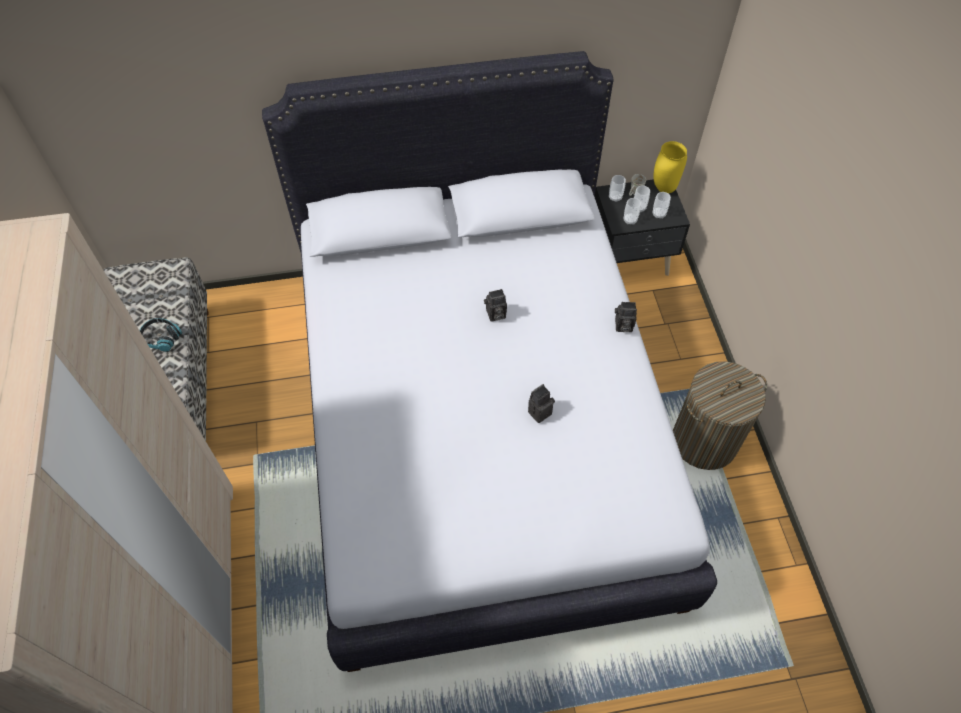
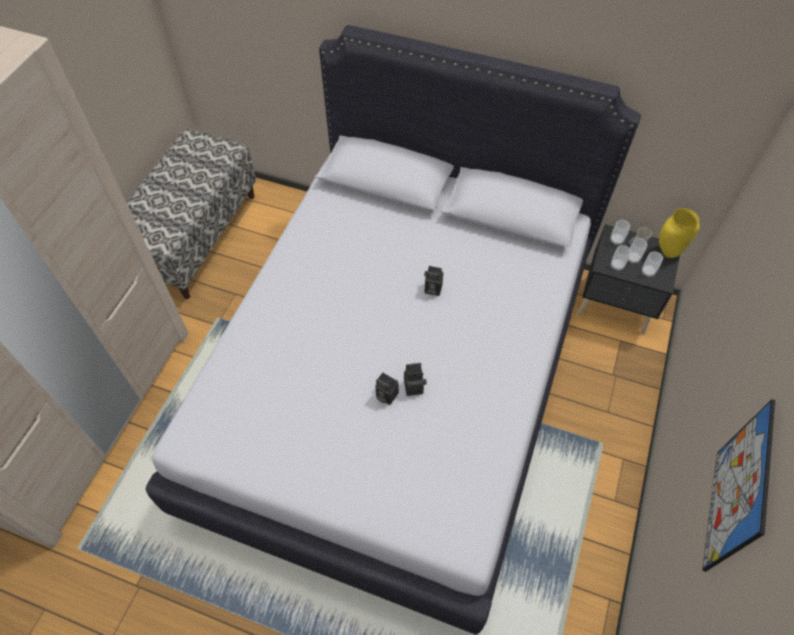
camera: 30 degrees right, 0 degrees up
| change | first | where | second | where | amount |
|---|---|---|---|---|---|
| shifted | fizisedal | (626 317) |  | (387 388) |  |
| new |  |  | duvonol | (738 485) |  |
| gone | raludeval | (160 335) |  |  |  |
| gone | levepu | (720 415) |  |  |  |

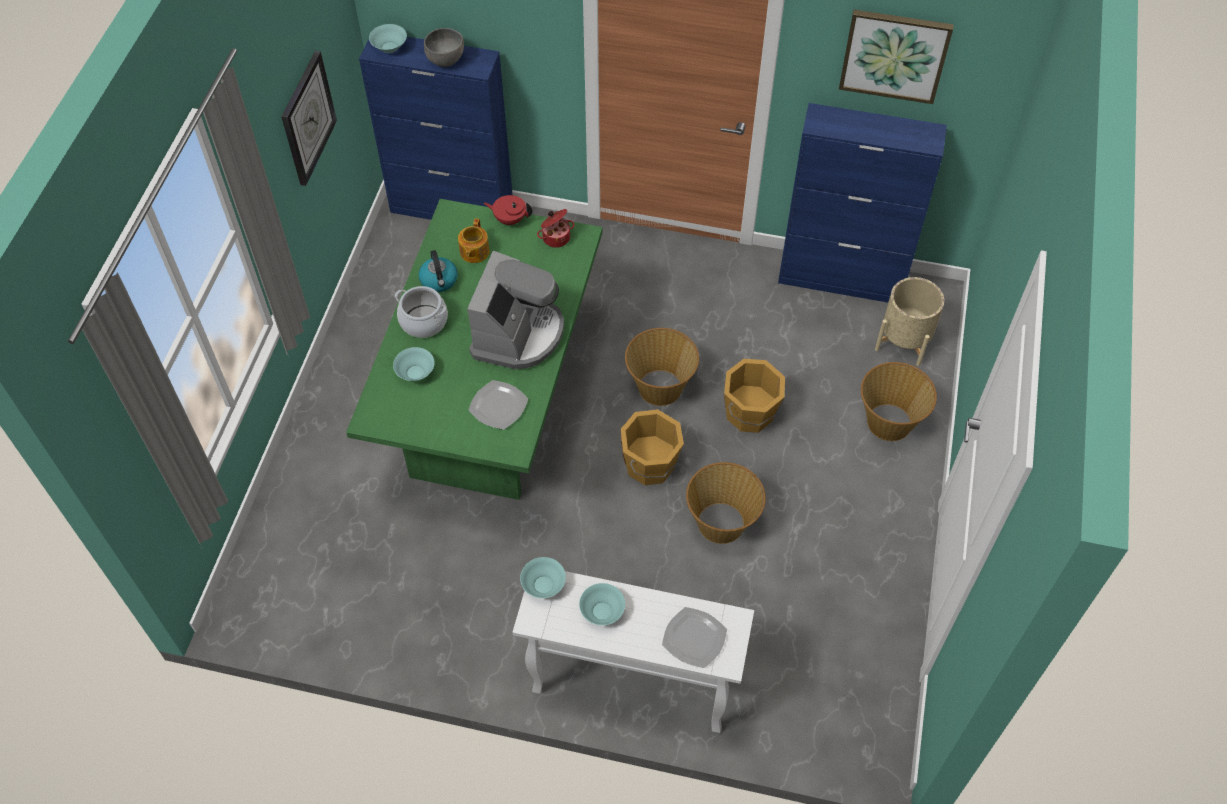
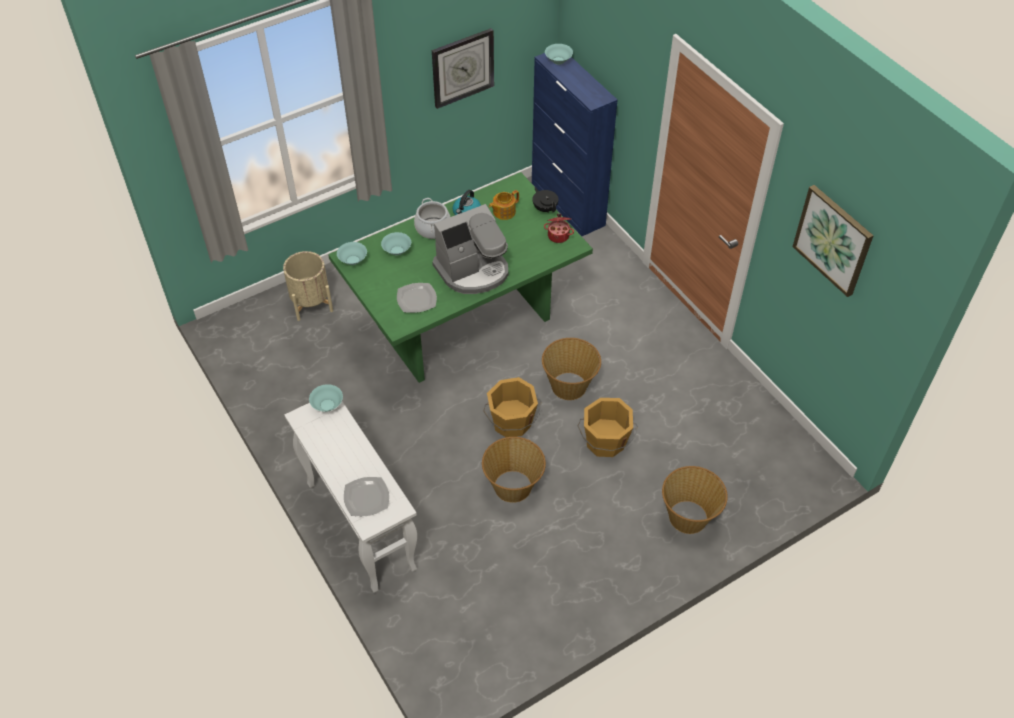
camera: 45 degrees right, 5 degrees down
| change | first | where | second | where | amount |
|---|---|---|---|---|---|
| shifted | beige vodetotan | (909 321) |  | (308 286) |  |
| shifted | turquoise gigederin | (602 604) |  | (352 253) |  |
| repainted | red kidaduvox | (508 210) | black kidaduvox | (545 200) |  |
| gone | grey gigederin | (444 47) |  |  |  |
| gone | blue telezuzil | (862 203) |  |  |  |

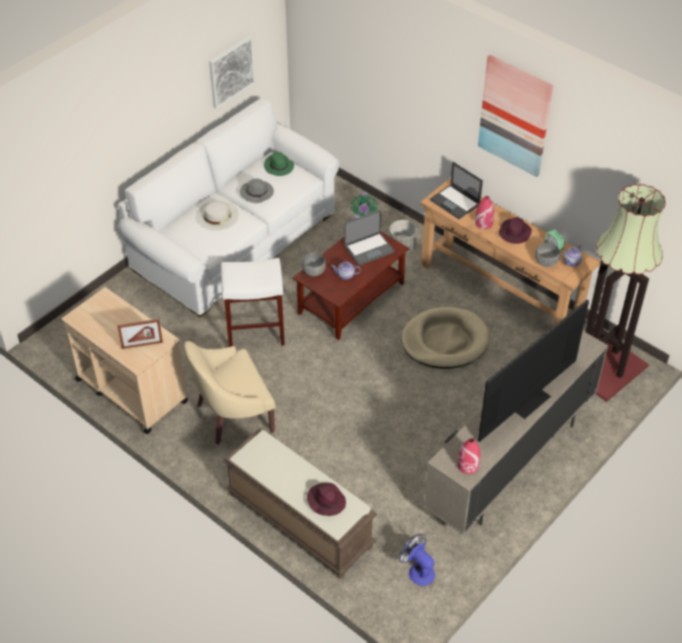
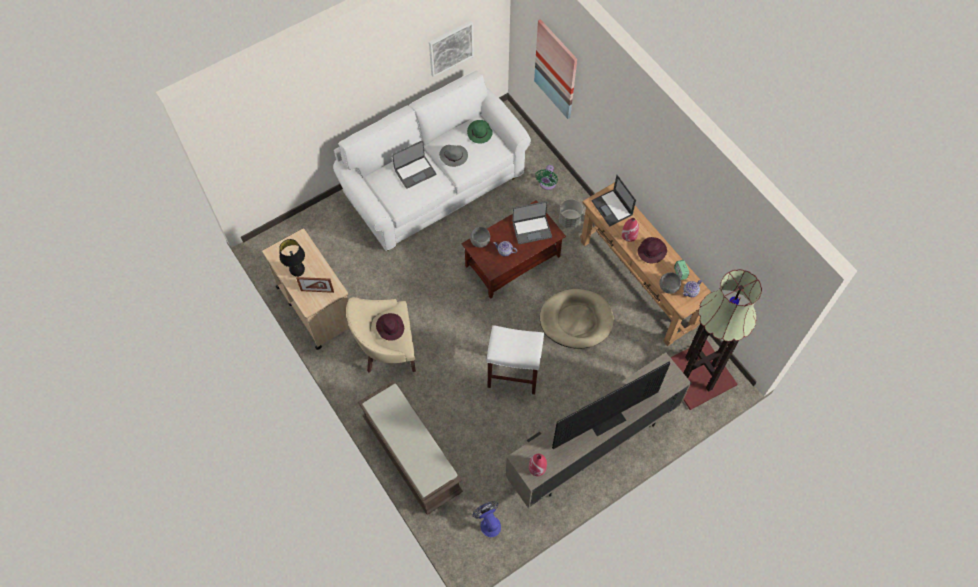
camera: 15 degrees right, 15 degrees up
| change | first | where | second | where | amount |
|---|---|---|---|---|---|
| new |  |  | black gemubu | (292 258) |  |
| shifted | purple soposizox | (326 499) |  | (390 327) |  |
| swapped | white soposizox | (217 215) | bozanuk | (414 164) |  |
| shifted | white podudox | (253 302) |  | (515 360) |  |
| shifted | duvonol | (515 116) |  | (555 69) |  |

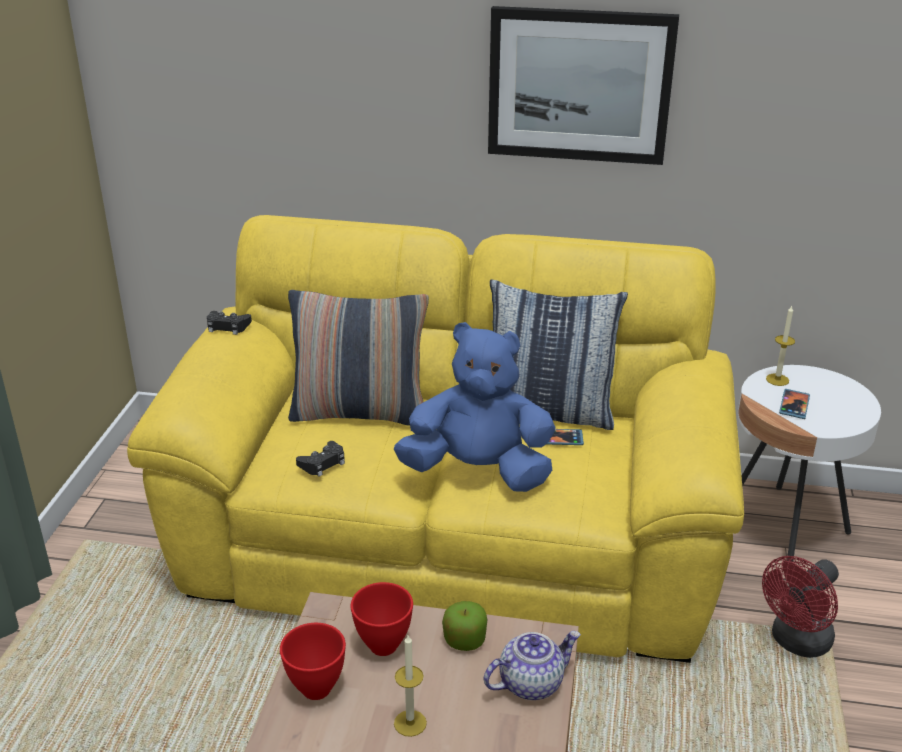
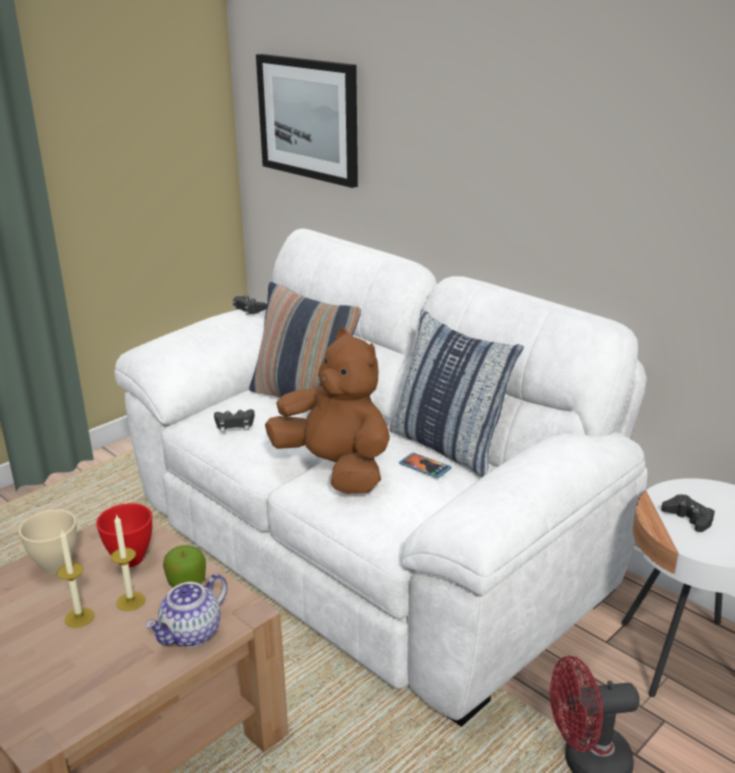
camera: 35 degrees right, 5 degrees down
| change | first | where | second | where | amount |
|---|---|---|---|---|---|
| repainted | red gigederin | (313 661) | beige gigederin | (48 541) |  |
| shifted | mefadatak | (780 346) |  | (128 562) |  |
| repainted | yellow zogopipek | (435 439) | white zogopipek | (381 478) |  |
| rotated | kidaduvox | (532 665) |  | (186 610) | 120 degrees clockwise |
| shifted | duvonol | (583 85) |  | (307 121) |  |
| repainted | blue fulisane | (474 407) | brown fulisane | (327 411) |  |
| swapped | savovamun | (794 404) | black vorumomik | (688 513) |  |

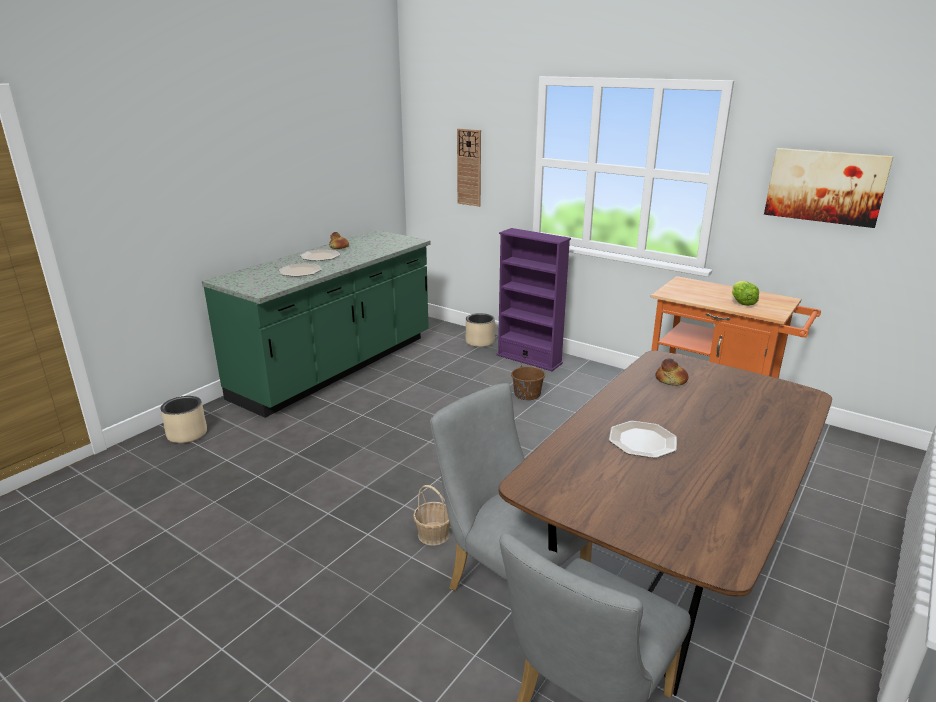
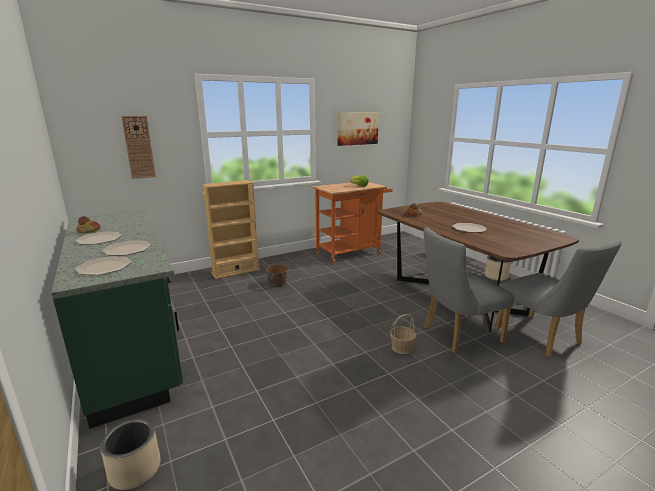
camera: 65 degrees left, 5 degrees down
| change | first | where | second | where | amount |
|---|---|---|---|---|---|
| new |  |  | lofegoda | (103 265) |  |
| repainted | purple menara | (533 299) | beige menara | (231 229) |  |
| shifted | beige vodetotan | (480 330) |  | (498 268) |  |

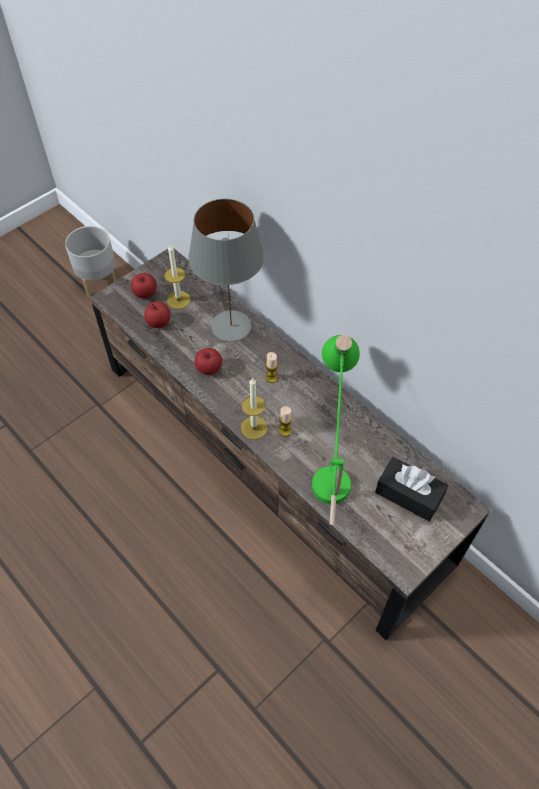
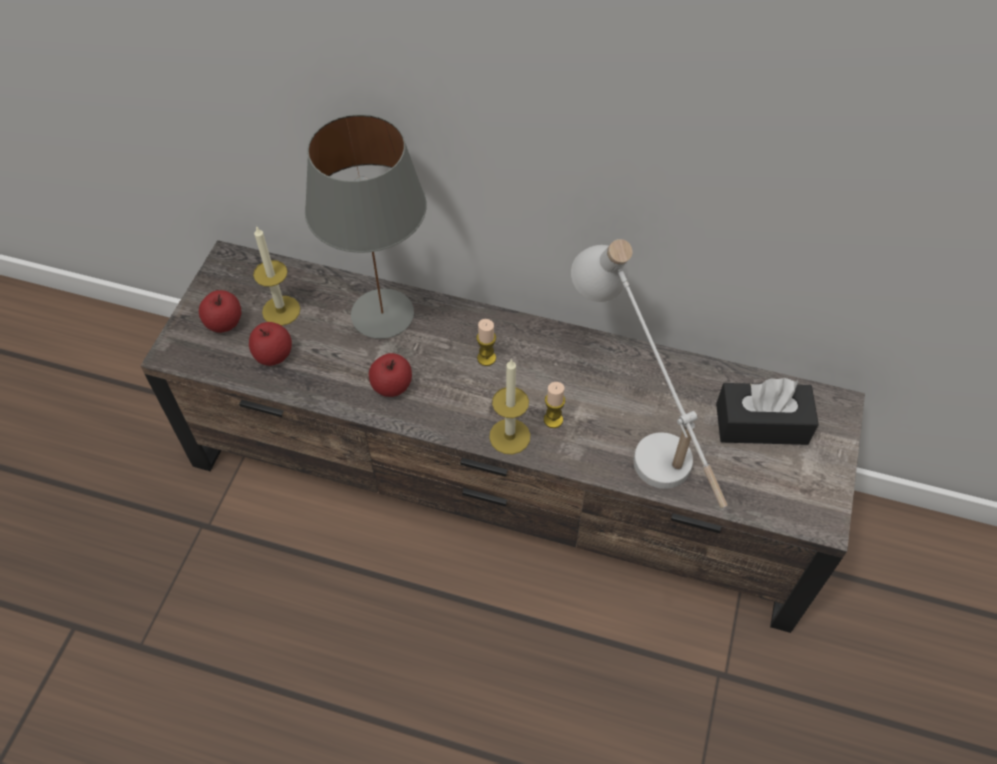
camera: 30 degrees left, 0 degrees up
| change | first | where | second | where | amount |
|---|---|---|---|---|---|
| repainted | green gemubu | (336 430) | white gemubu | (649 373) |  |
| gone | grey vodetotan | (90 262) |  |  |  |

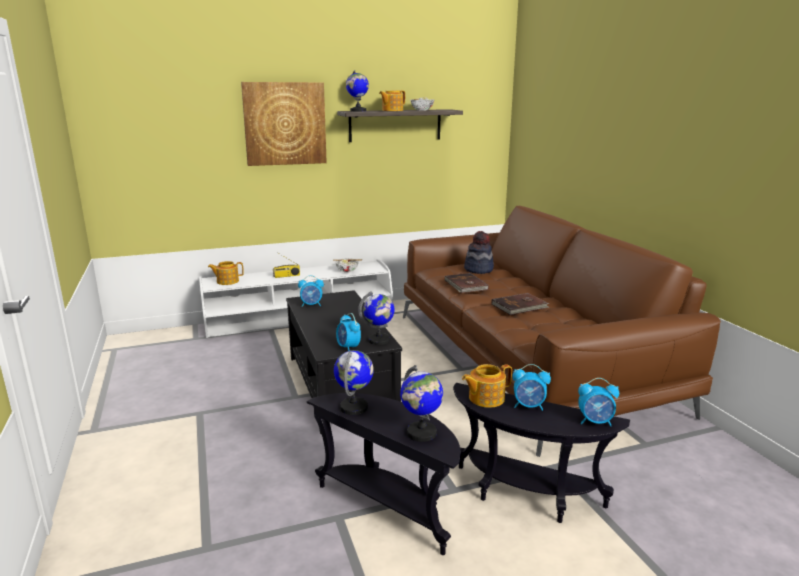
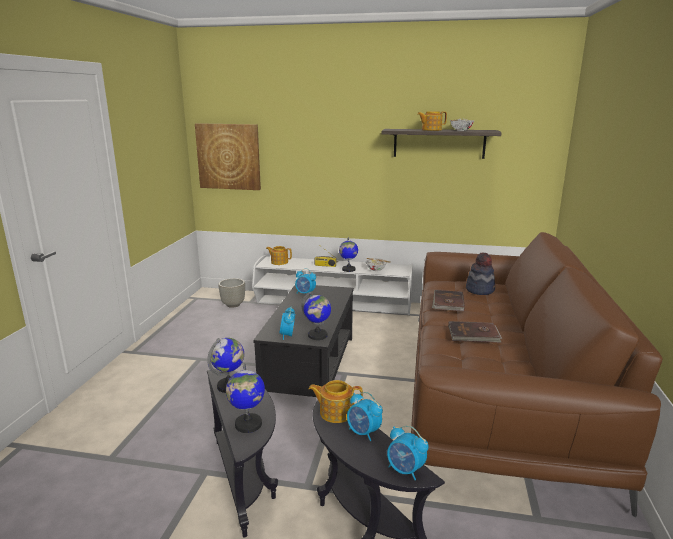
camera: 30 degrees right, 0 degrees up
| change | first | where | second | where | amount |
|---|---|---|---|---|---|
| shifted | duvonol | (284 124) |  | (228 156) |  |
| new |  |  | grey vodetotan | (231 293) |  |
| shifted | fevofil | (357 90) |  | (348 254) |  |

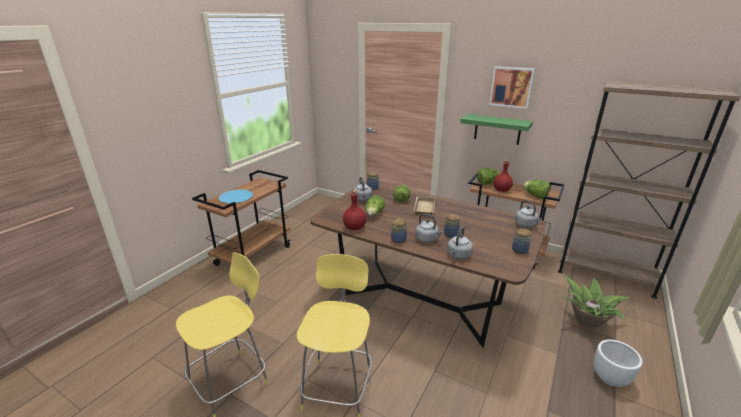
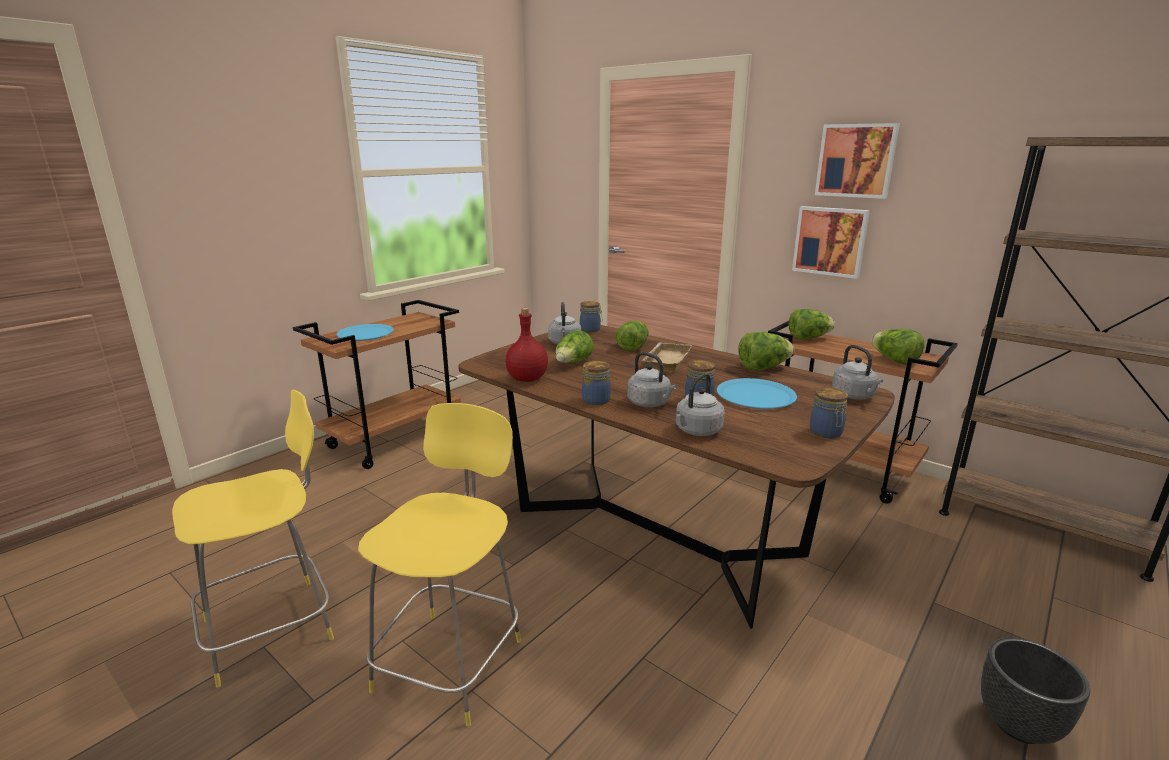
camera: 10 degrees right, 5 degrees down
| change | first | where | second | where | amount |
|---|---|---|---|---|---|
| new |  |  | blue lofegoda | (757 393) |  |
| new |  |  | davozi | (766 351) |  |
| swapped | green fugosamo | (496 129) | duvonol | (831 242) |  |
| repainted | white vodetotan | (618 363) | black vodetotan | (1035 690) |  |
| gone | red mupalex | (503 176) |  |  |  |
| gone | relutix | (595 302) |  |  |  |

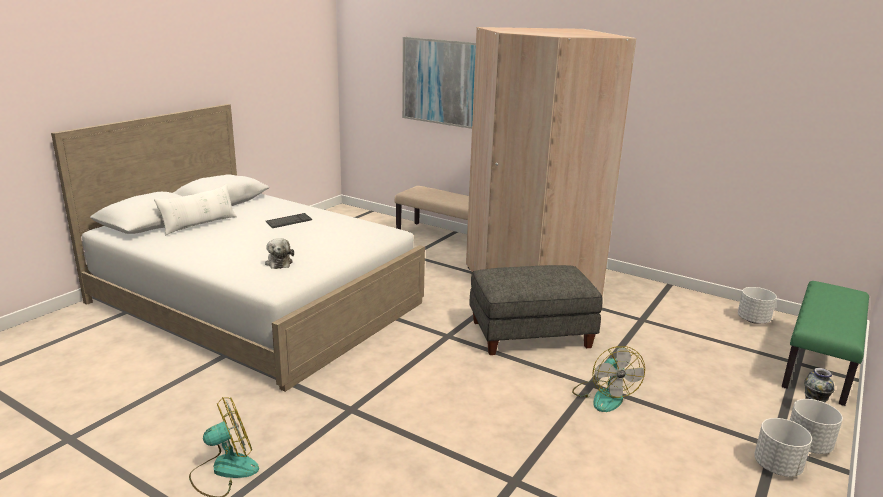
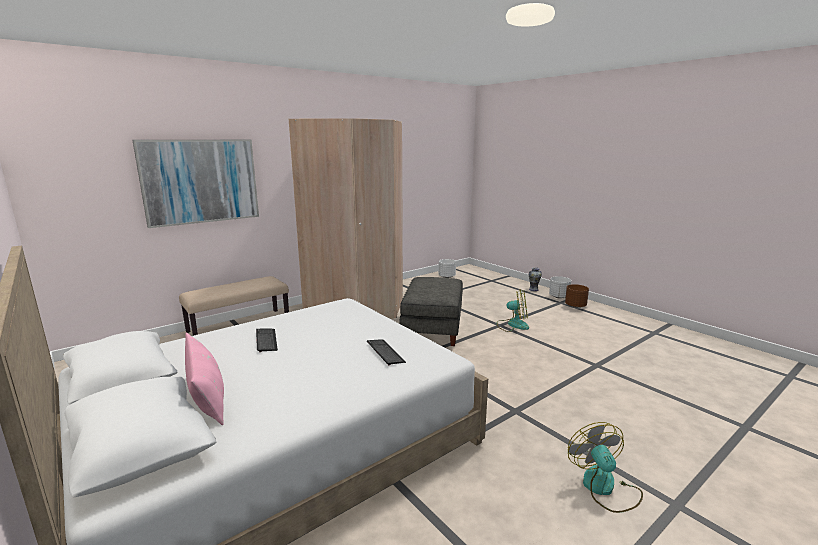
camera: 70 degrees left, 5 degrees down
| change | first | where | second | where | amount |
|---|---|---|---|---|---|
| repainted | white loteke | (195 210) | pink loteke | (204 379) |  |
| swapped | fulisane | (279 253) | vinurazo | (386 352) |  |
| repainted | white vodetotan | (783 447) | brown vodetotan | (577 296) |  |
| gone | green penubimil | (825 343) |  |  |  |

